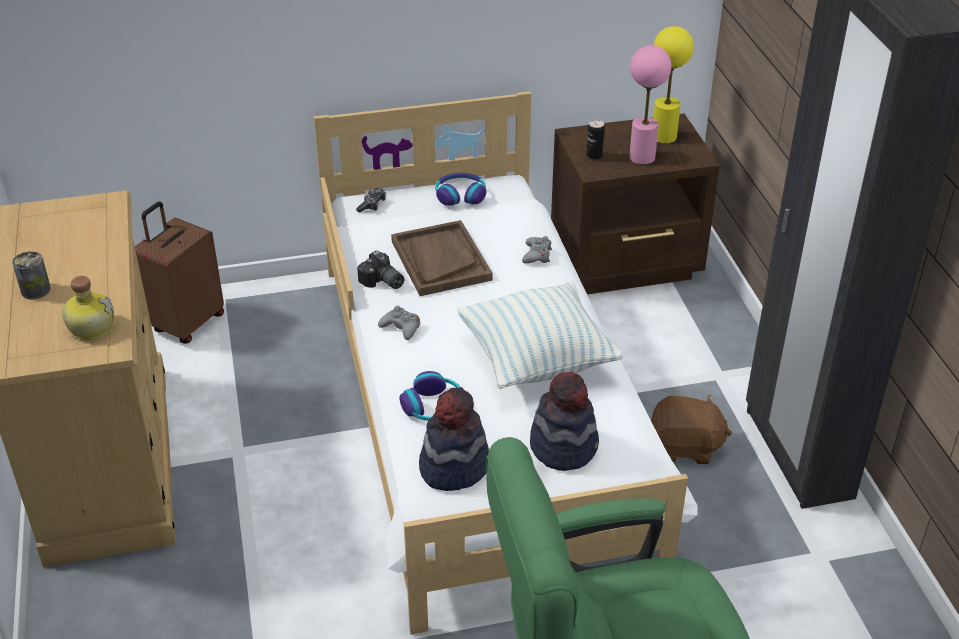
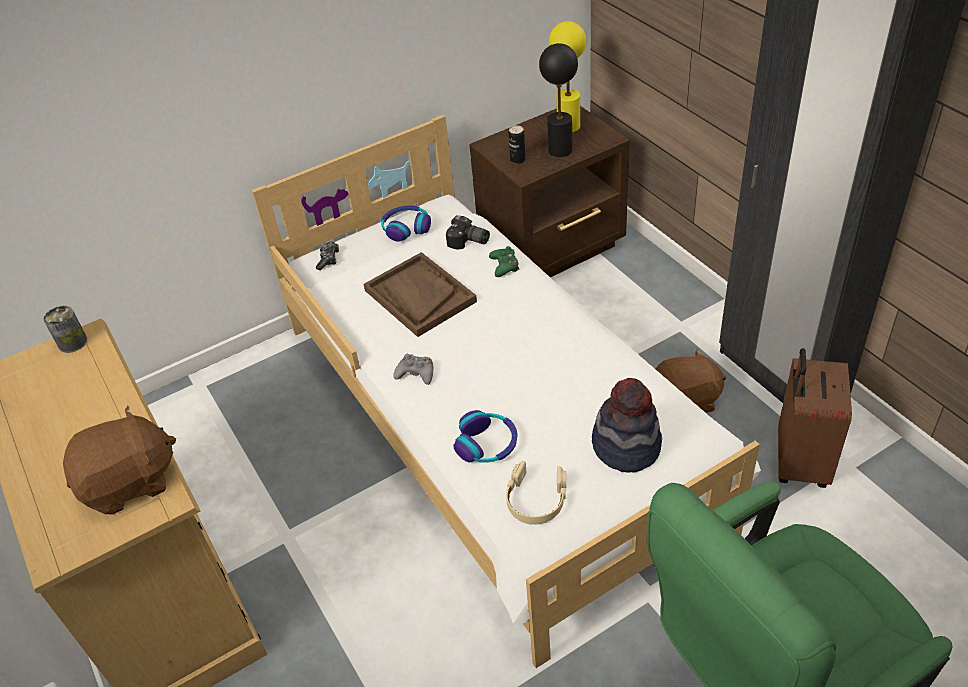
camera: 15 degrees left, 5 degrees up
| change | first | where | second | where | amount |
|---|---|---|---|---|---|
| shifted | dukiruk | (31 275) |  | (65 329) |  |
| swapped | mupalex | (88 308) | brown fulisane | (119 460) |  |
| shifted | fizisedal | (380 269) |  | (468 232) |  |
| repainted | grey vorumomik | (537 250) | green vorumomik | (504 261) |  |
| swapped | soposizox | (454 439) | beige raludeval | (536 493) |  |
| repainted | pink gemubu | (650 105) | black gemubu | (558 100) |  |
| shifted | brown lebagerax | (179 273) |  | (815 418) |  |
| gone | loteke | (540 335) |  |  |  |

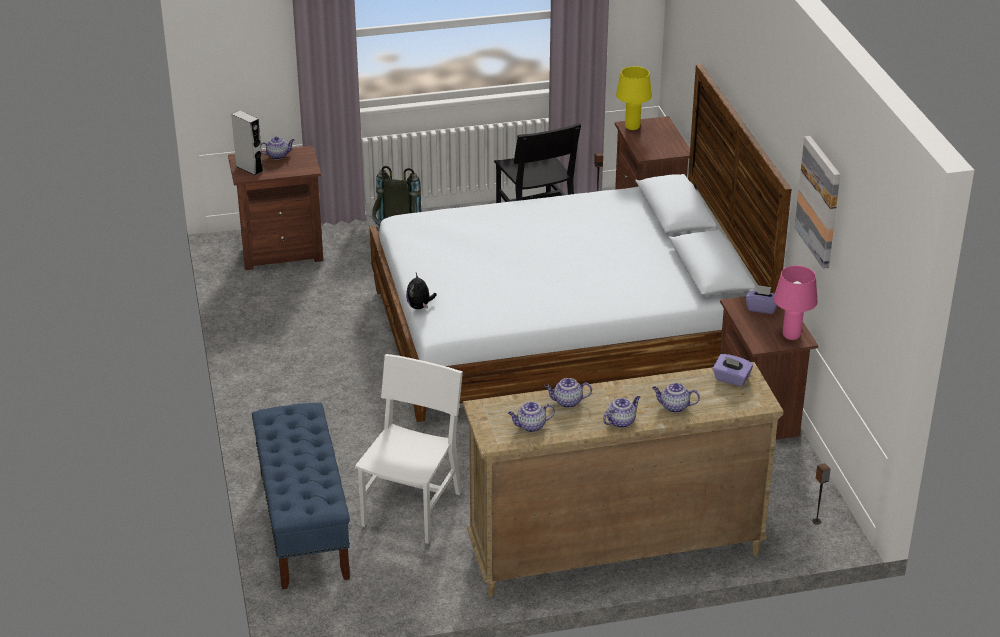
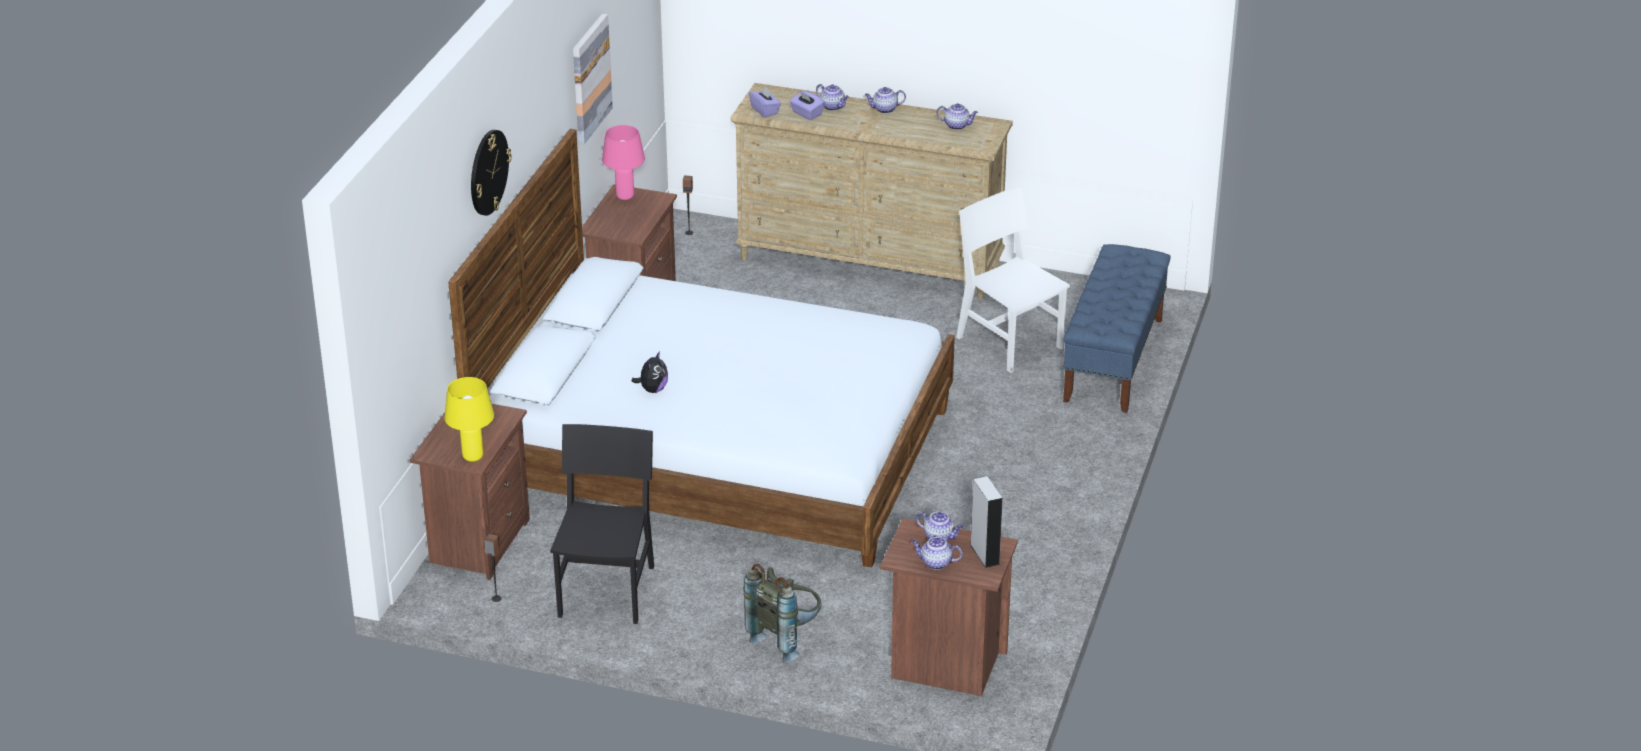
camera: 150 degrees left, 0 degrees up
| change | first | where | second | where | amount |
|---|---|---|---|---|---|
| new |  |  | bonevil | (491 173) |  |
| shifted | fulisane | (421 291) |  | (649 372) |  |
| shifted | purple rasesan | (761 299) |  | (807 105) |  |
| shifted | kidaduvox | (568 393) |  | (939 526) |  |
| rotated | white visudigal | (409 449) |  | (1013 279) | 90 degrees clockwise |

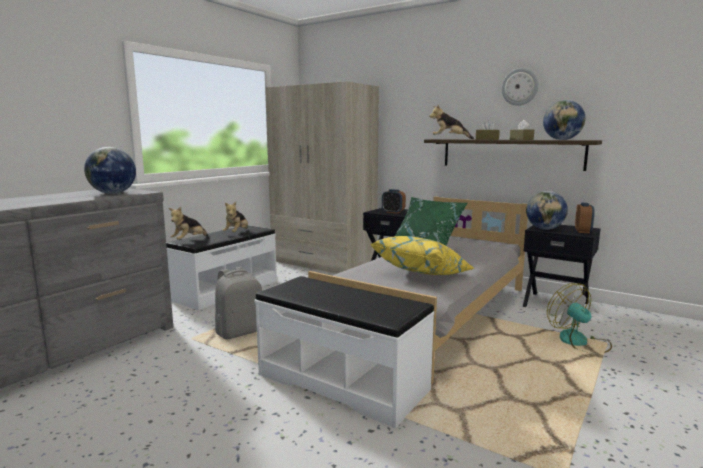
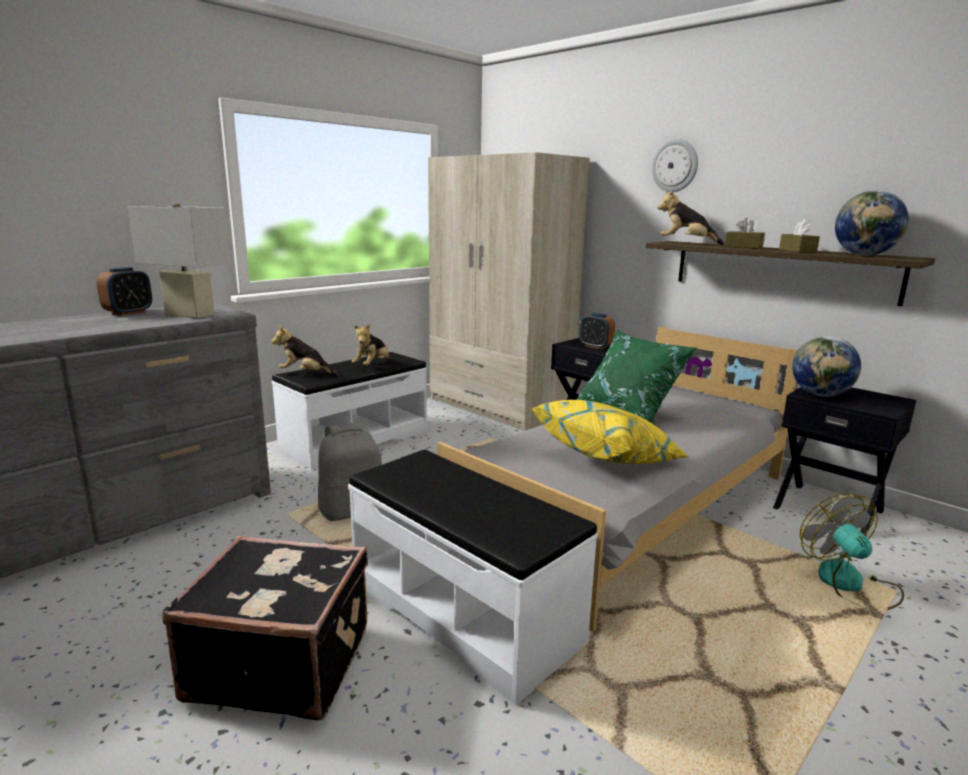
camera: 10 degrees right, 5 degrees up
| change | first | where | second | where | amount |
|---|---|---|---|---|---|
| shifted | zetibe | (585 218) |  | (124 291) |  |
| swapped | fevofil | (110 170) | white gemubu | (179 261) |  |
| new |  |  | black lebagerax | (265 627) |  |
| rotated | fulisane | (188 223) |  | (305 350) | 60 degrees clockwise |
| shifted | bonevil | (520 87) |  | (675 165) |  |

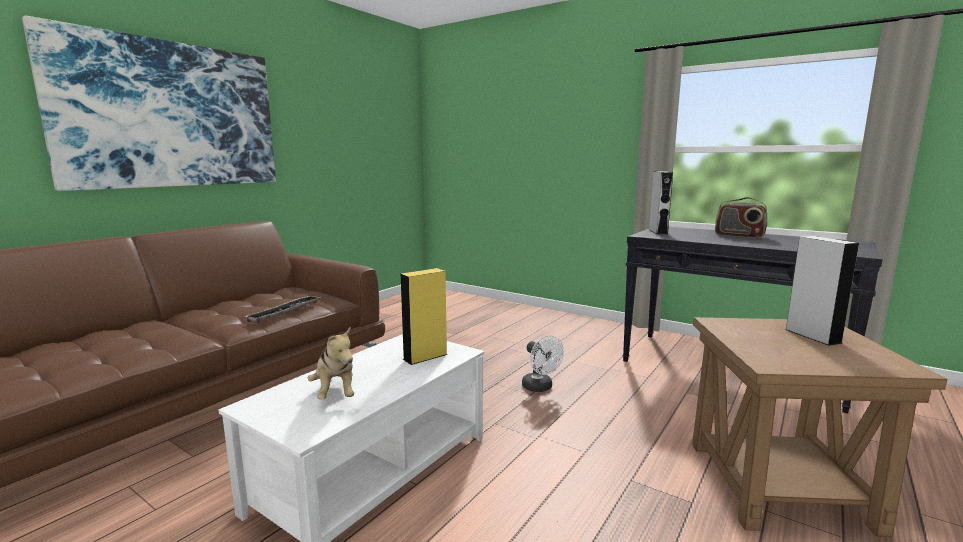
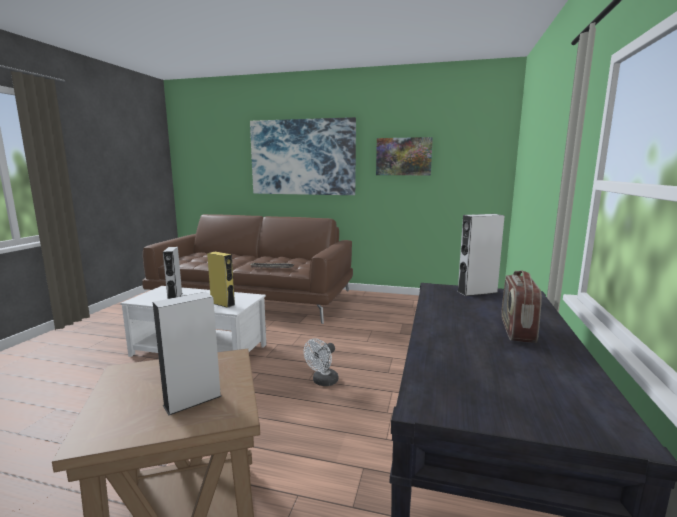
camera: 70 degrees right, 0 degrees up
| change | first | where | second | where | amount |
|---|---|---|---|---|---|
| swapped | fulisane | (331 363) | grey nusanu | (172 273) |  |
| new |  |  | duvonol | (404 156) |  |

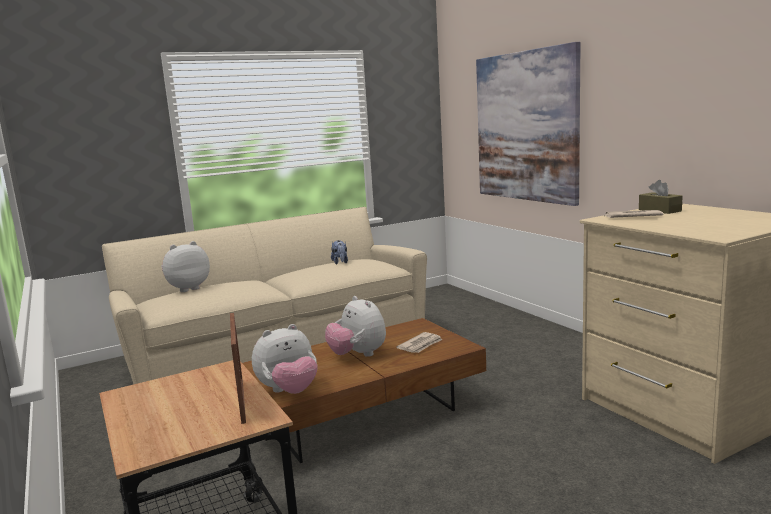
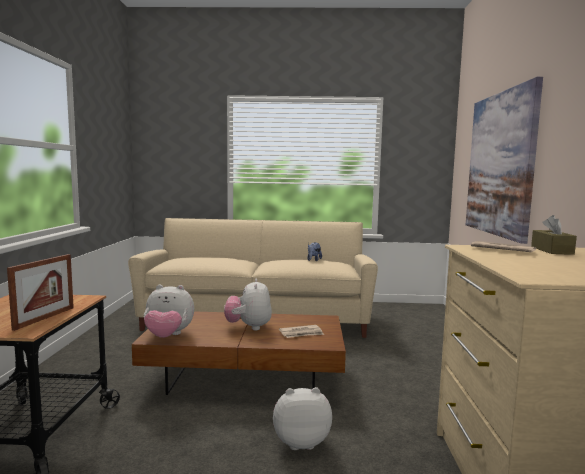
camera: 30 degrees right, 5 degrees down
| change | first | where | second | where | amount |
|---|---|---|---|---|---|
| shifted | fulisane | (185 266) |  | (302 418) |  |

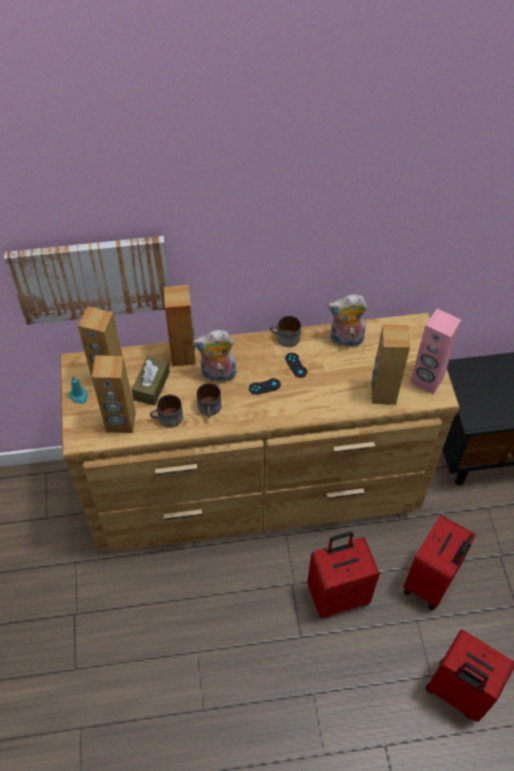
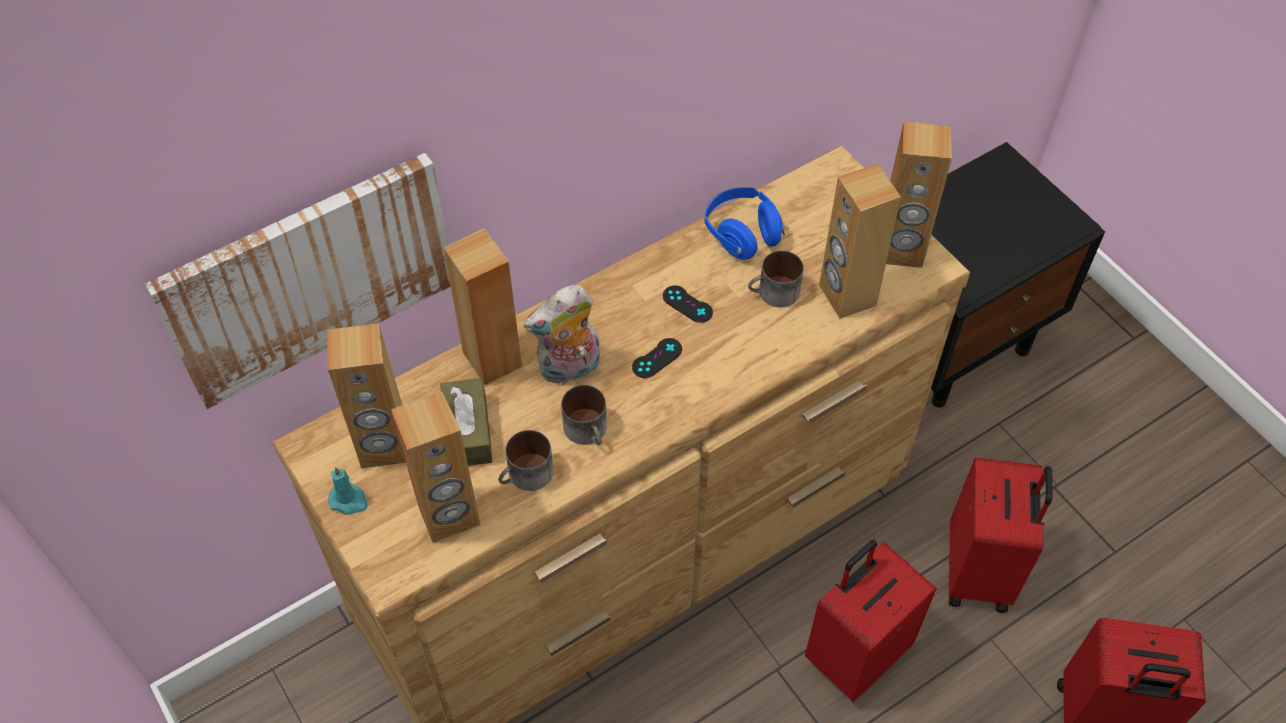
camera: 25 degrees left, 0 degrees up
| change | first | where | second | where | amount |
|---|---|---|---|---|---|
| swapped | fulisane | (348 321) | blue raludeval | (744 223) |  |
| shifted | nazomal | (285 331) |  | (776 278) |  |
| repainted | pink nusanu | (435 351) | brown nusanu | (919 194) |  |

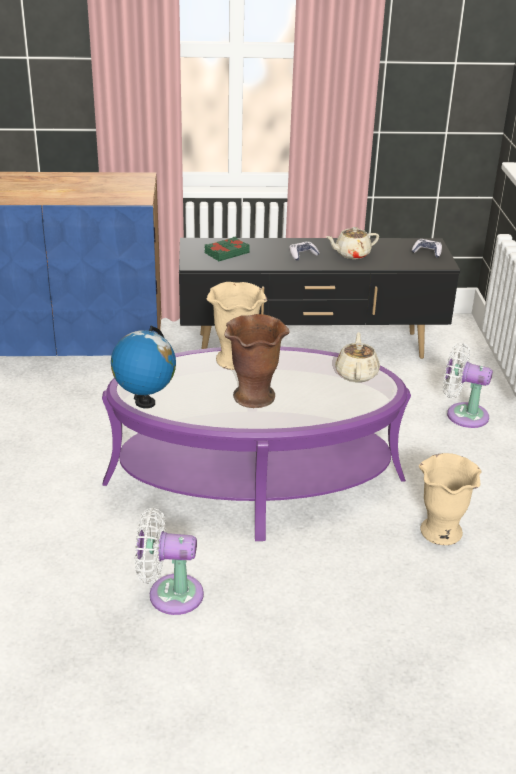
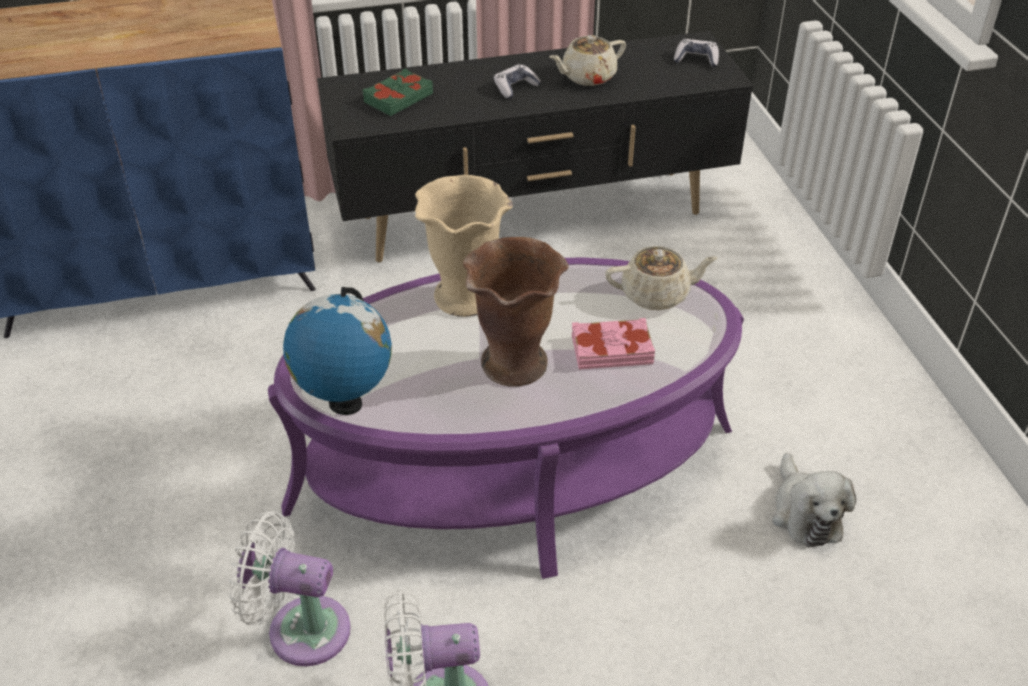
camera: 10 degrees left, 10 degrees up
| change | first | where | second | where | amount |
|---|---|---|---|---|---|
| shifted | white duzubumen | (468 385) |  | (290 588) |  |
| new |  |  | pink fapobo | (613 343) |  |
| rotated | beige kidaduvox | (357 357) |  | (661 278) | 90 degrees clockwise |
| swapped | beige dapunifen | (450 499) | fulisane | (814 500) |  |

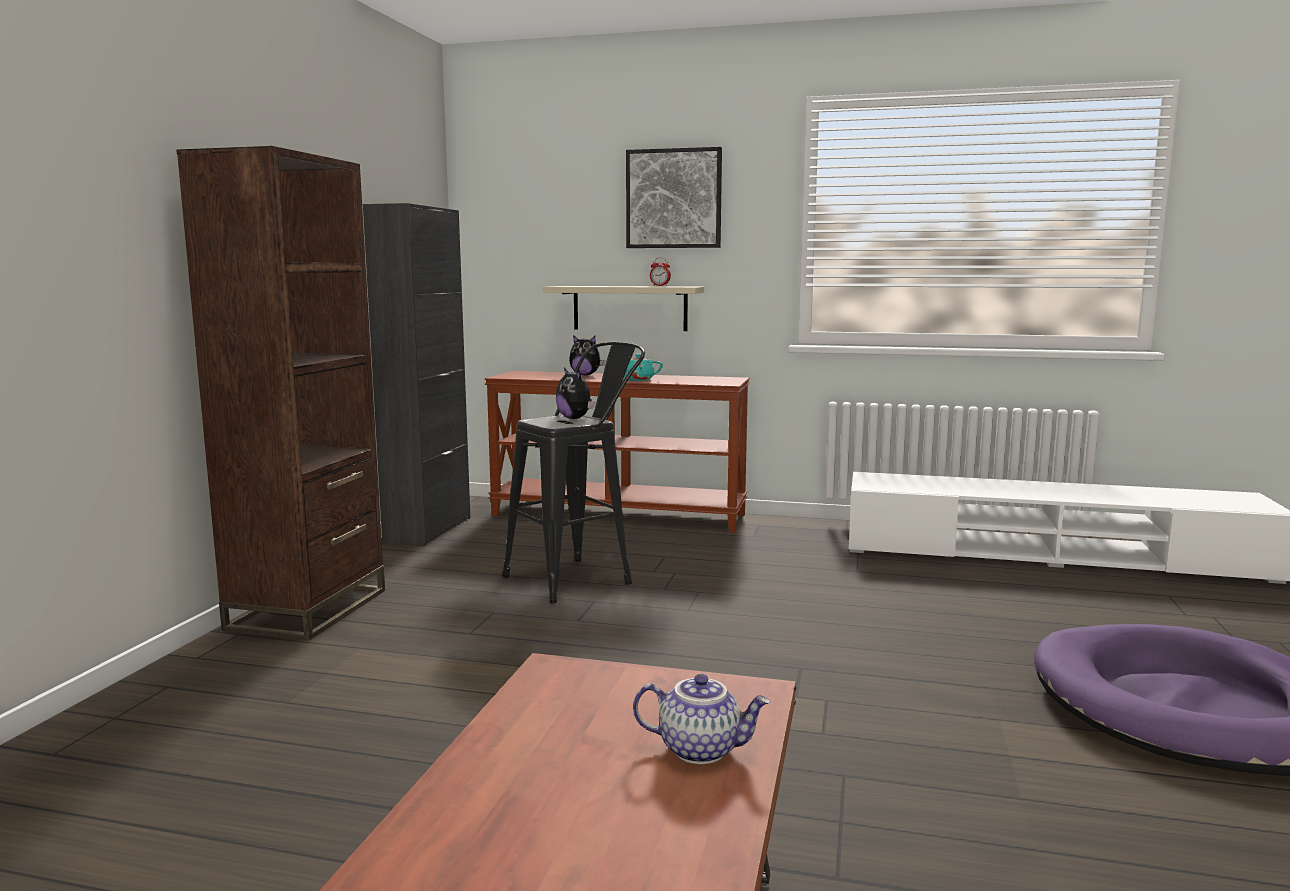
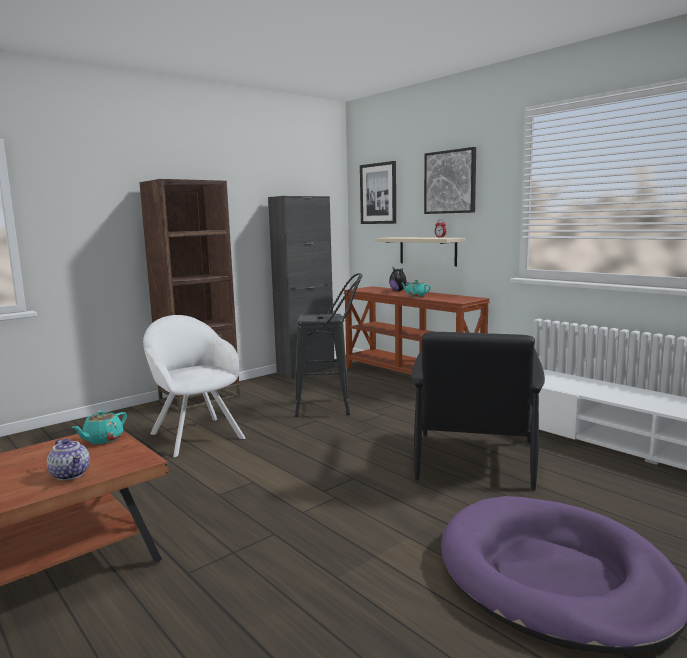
camera: 35 degrees right, 0 degrees up
| change | first | where | second | where | amount |
|---|---|---|---|---|---|
| new |  |  | turquoise kidaduvox | (99 427) |  |
| new |  |  | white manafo | (194 386) |  |
| new |  |  | duvonol | (378 192) |  |
| new |  |  | black manafo | (478 411) |  |
| gone | fulisane | (576 393) |  |  |  |

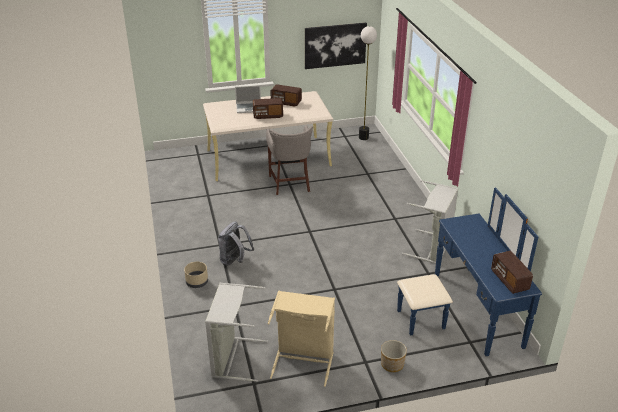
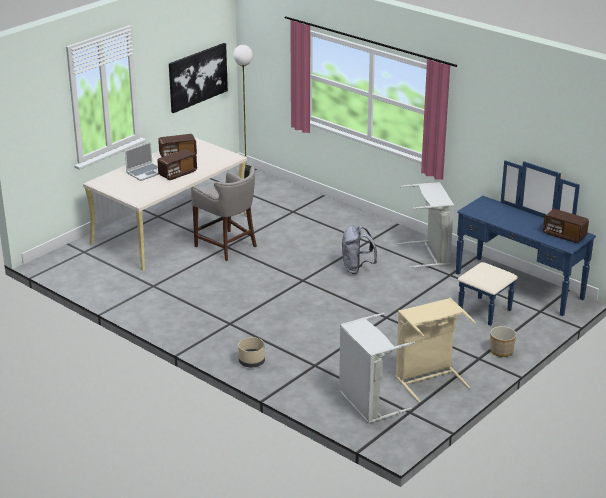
camera: 35 degrees left, 5 degrees down
| change | first | where | second | where | amount |
|---|---|---|---|---|---|
| shifted | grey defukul | (236 243) |  | (359 249) |  |

